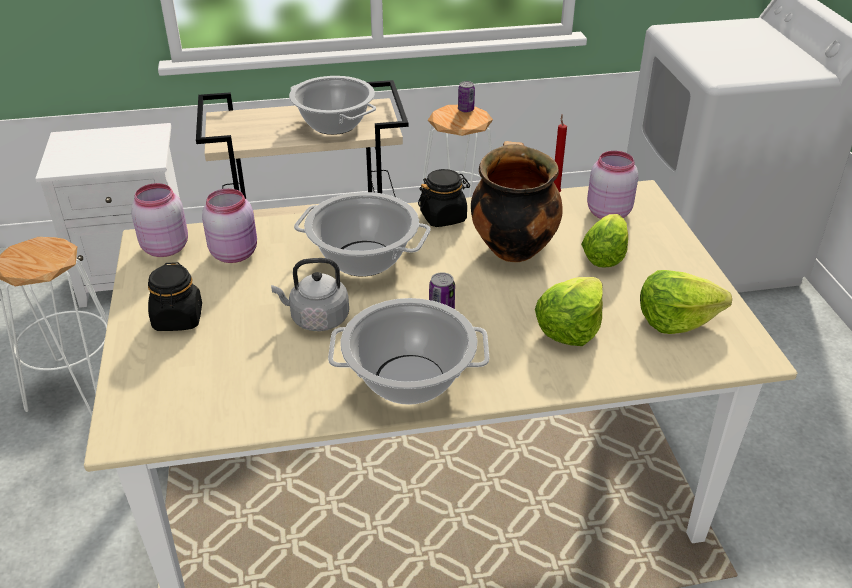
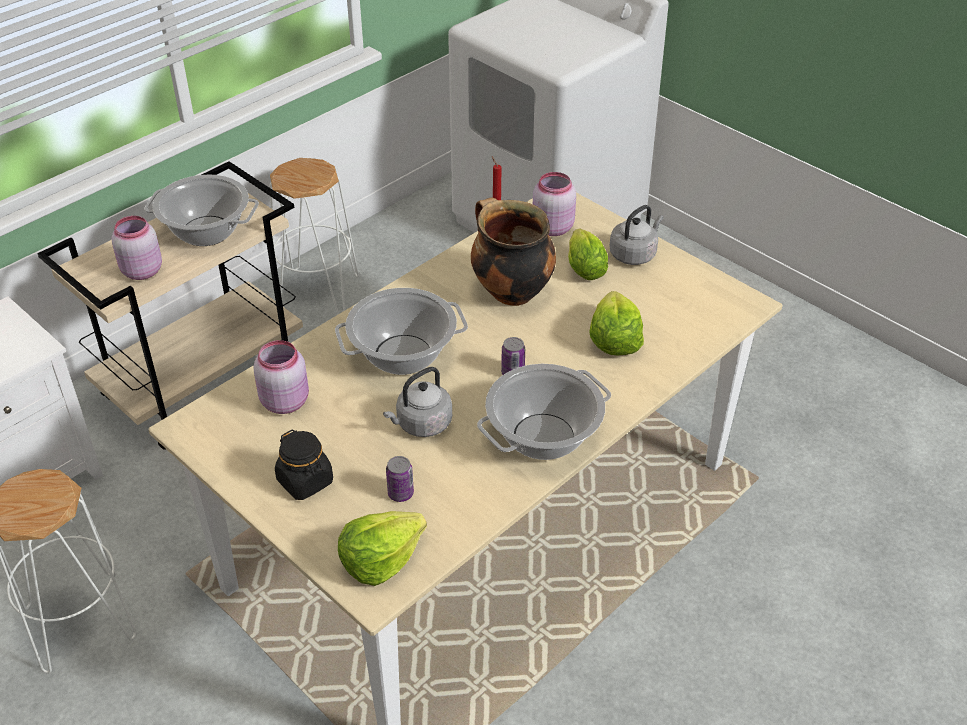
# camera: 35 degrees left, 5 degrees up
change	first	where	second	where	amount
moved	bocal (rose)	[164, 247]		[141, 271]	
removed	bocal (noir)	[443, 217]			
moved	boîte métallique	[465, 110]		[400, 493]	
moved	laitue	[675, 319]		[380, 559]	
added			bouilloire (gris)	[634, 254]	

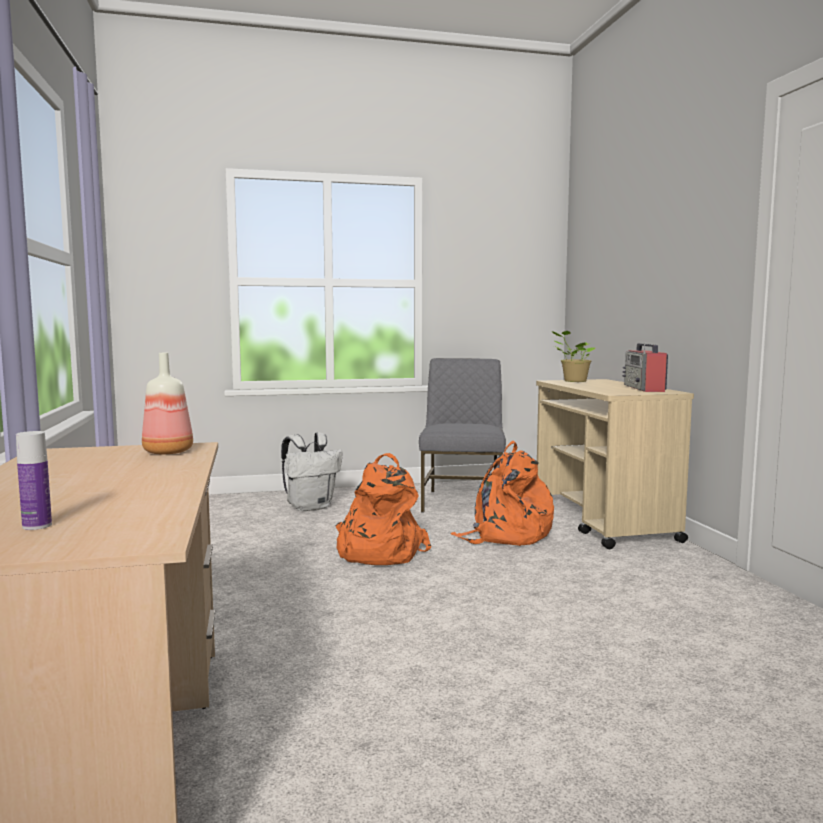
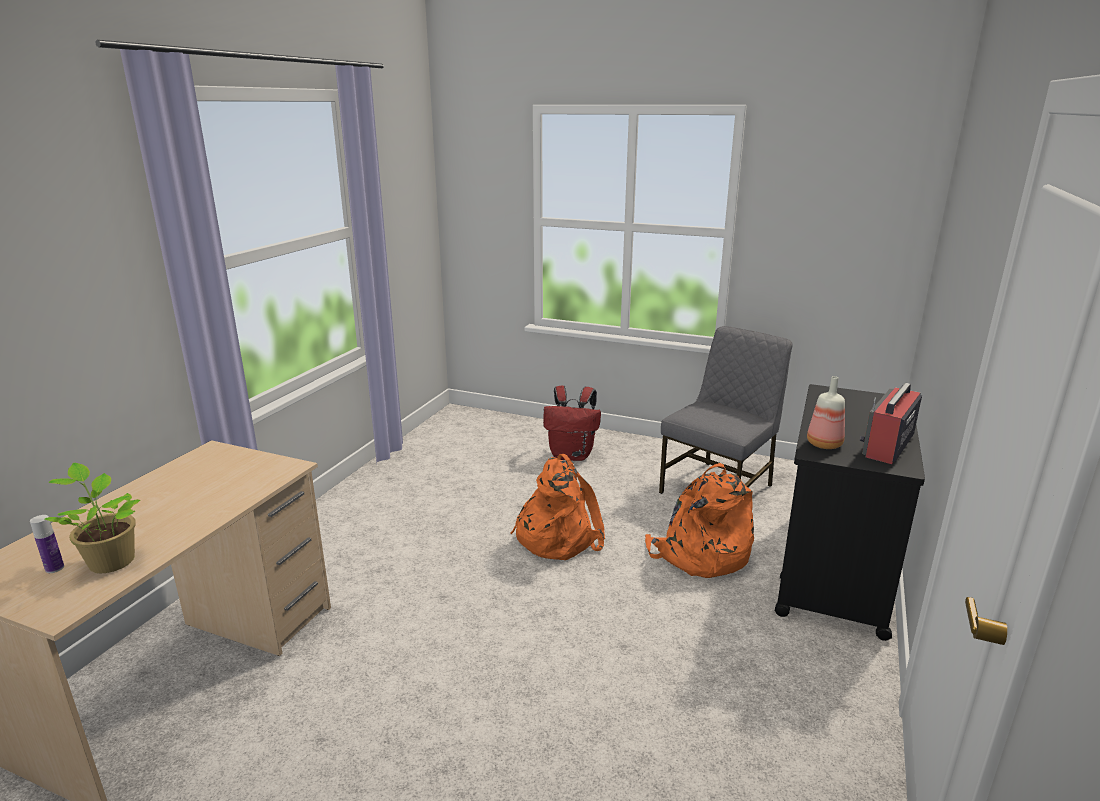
# camera: 35 degrees right, 15 degrees up
change	first	where	second	where	amount
moved	bouteille	[169, 452]		[825, 445]	
recoloured	sac à dos (blanc)	[310, 507]	sac à dos (rouge)	[572, 455]	
recoloured	chariot (beige)	[603, 522]	chariot (noir)	[833, 572]	
moved	plante en pot	[573, 381]		[110, 561]	

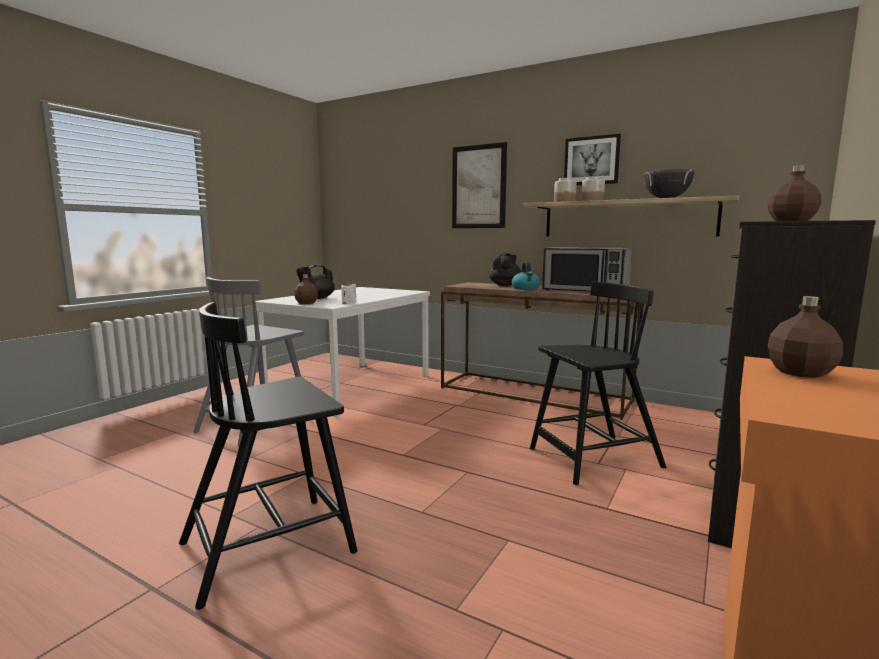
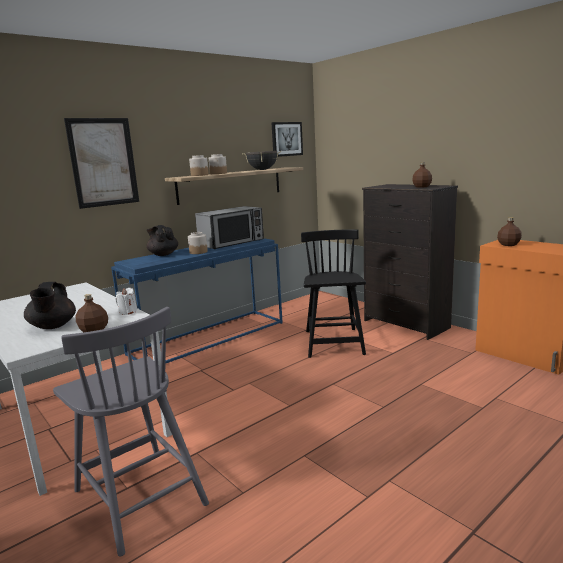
# camera: 70 degrees left, 5 degrees up
change	first	where	second	where	amount
removed	chaise (noir)	[271, 545]			
recoloured	table console (marron)	[535, 394]	table console (bleu)	[209, 337]	
replaced	bouilloire	[526, 288]	bocal	[198, 252]	
moved	tableau	[591, 161]		[286, 139]	

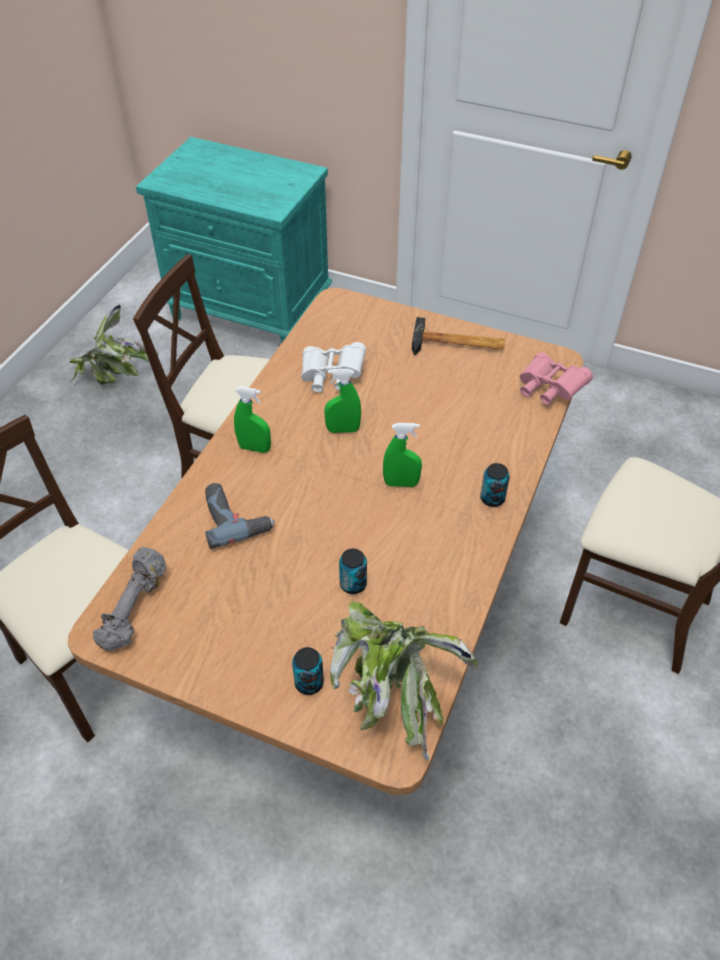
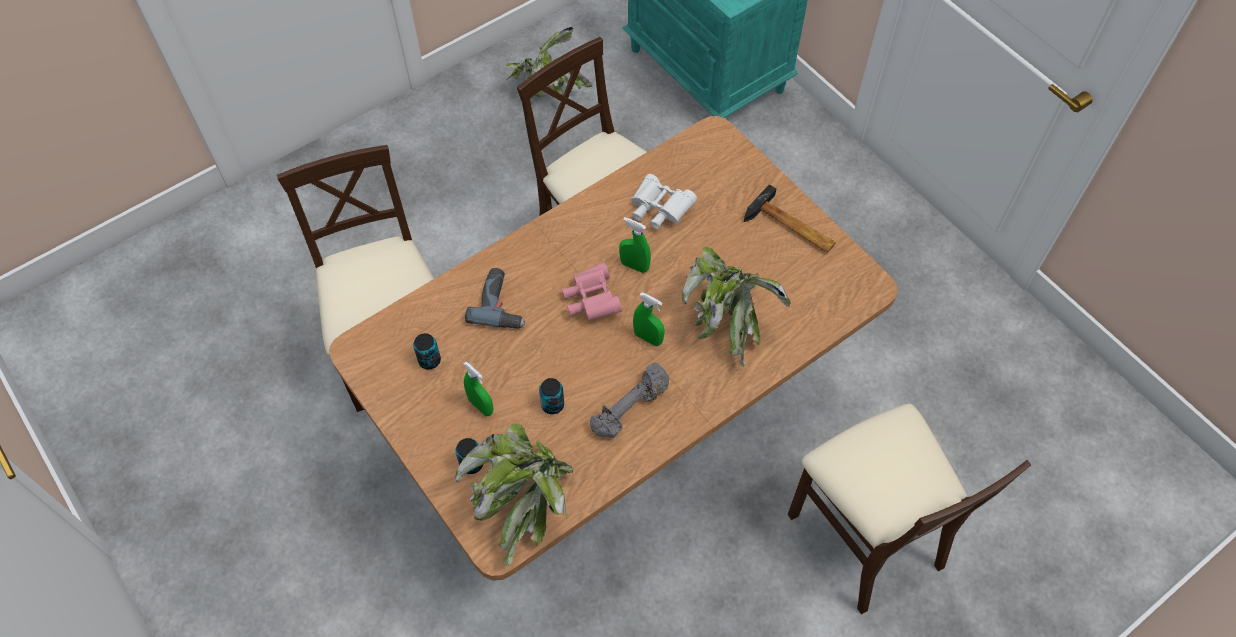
# camera: 30 degrees right, 10 degrees up
change	first	where	second	where	amount
moved	haltère (gris)	[135, 608]		[630, 408]	
moved	vaporisateur (vert)	[254, 448]		[481, 406]	
moved	boîte métallique	[492, 498]		[429, 360]	
moved	jumelles (rose)	[548, 389]		[591, 300]	
added			plante en pot	[726, 321]	

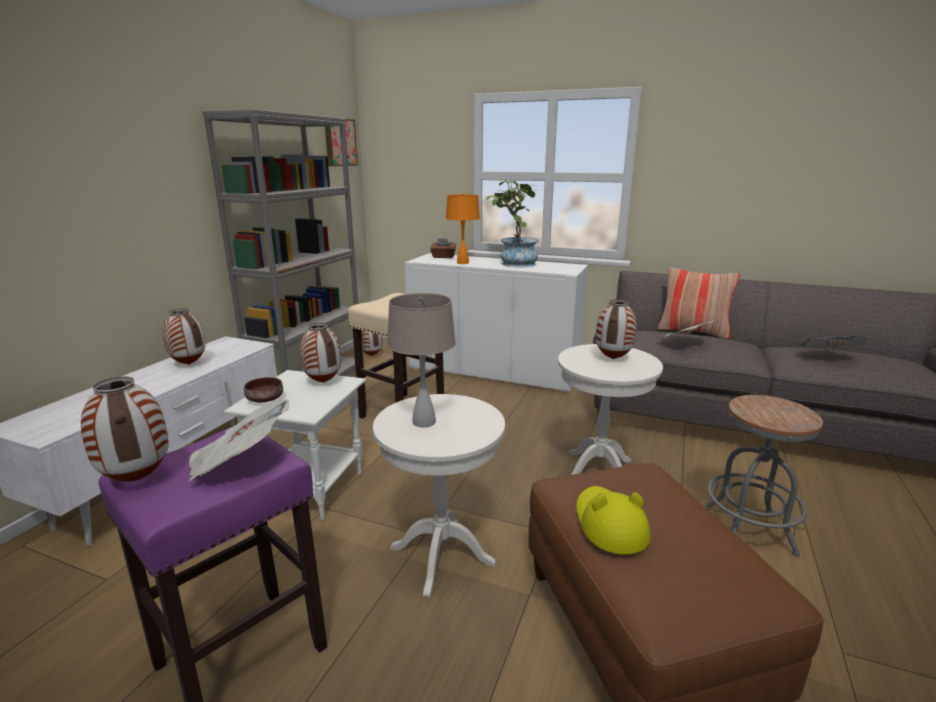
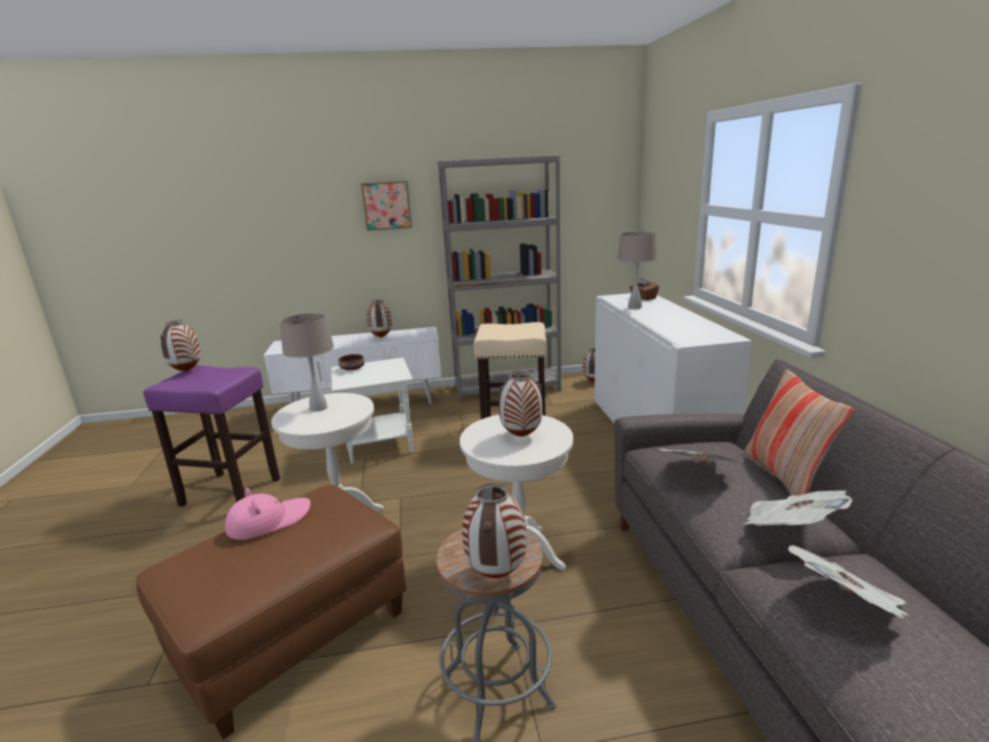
# camera: 60 degrees right, 0 degrees up
change	first	where	second	where	amount
moved	journal	[239, 462]		[789, 528]	
moved	vase	[322, 382]		[496, 574]	
moved	tableau	[339, 142]		[387, 205]	
recoloured	lampe de table (orange)	[463, 263]	lampe de table (beige)	[635, 307]	
removed	plante en pot	[513, 263]			
recoloured	chapeau (jaune)	[609, 524]	chapeau (rose)	[268, 521]	

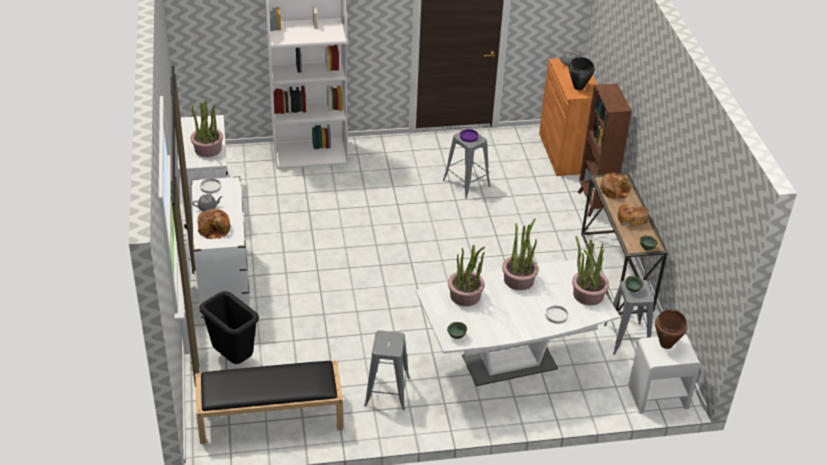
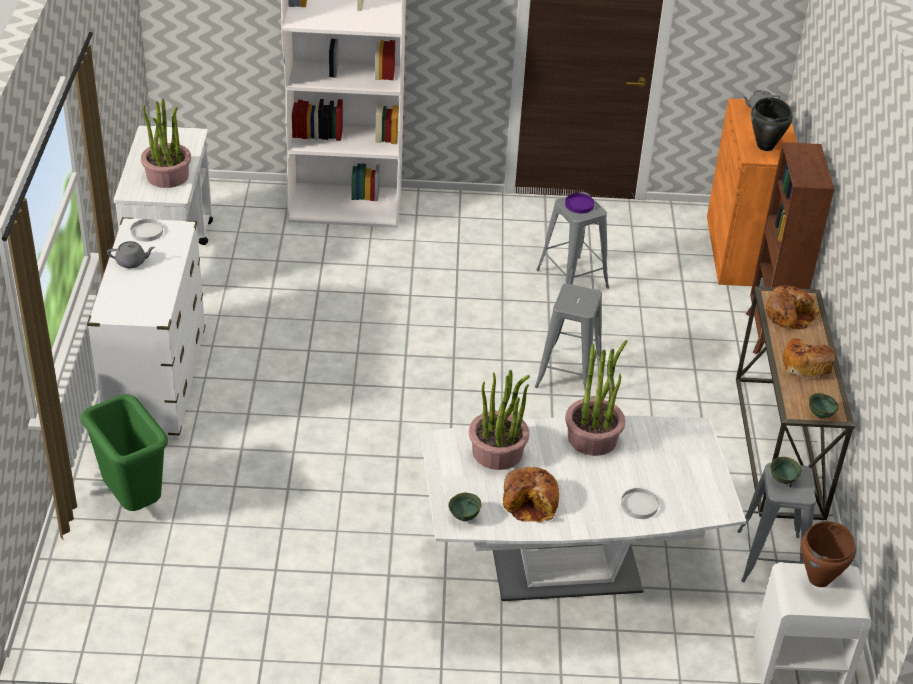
# camera: 10 degrees right, 0 degrees up
change	first	where	second	where	amount
removed	banc (noir)	[269, 417]			
moved	pain	[215, 229]		[531, 502]	
recoloured	poubelle (noir)	[233, 359]	poubelle (vert)	[134, 502]	
moved	tabouret (gris)	[387, 391]		[568, 374]	
removed	plante en pot	[588, 294]			

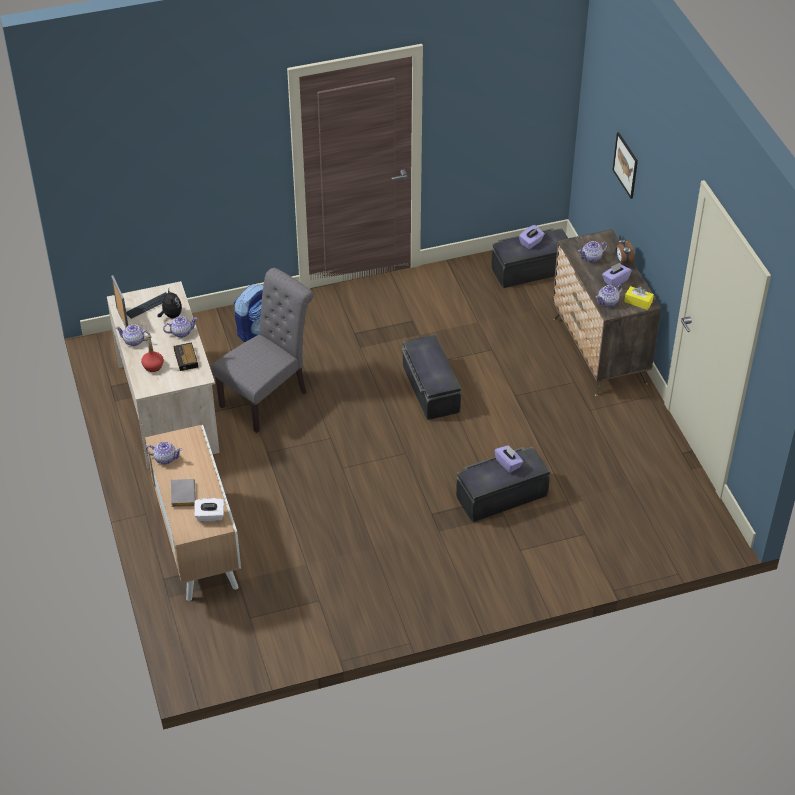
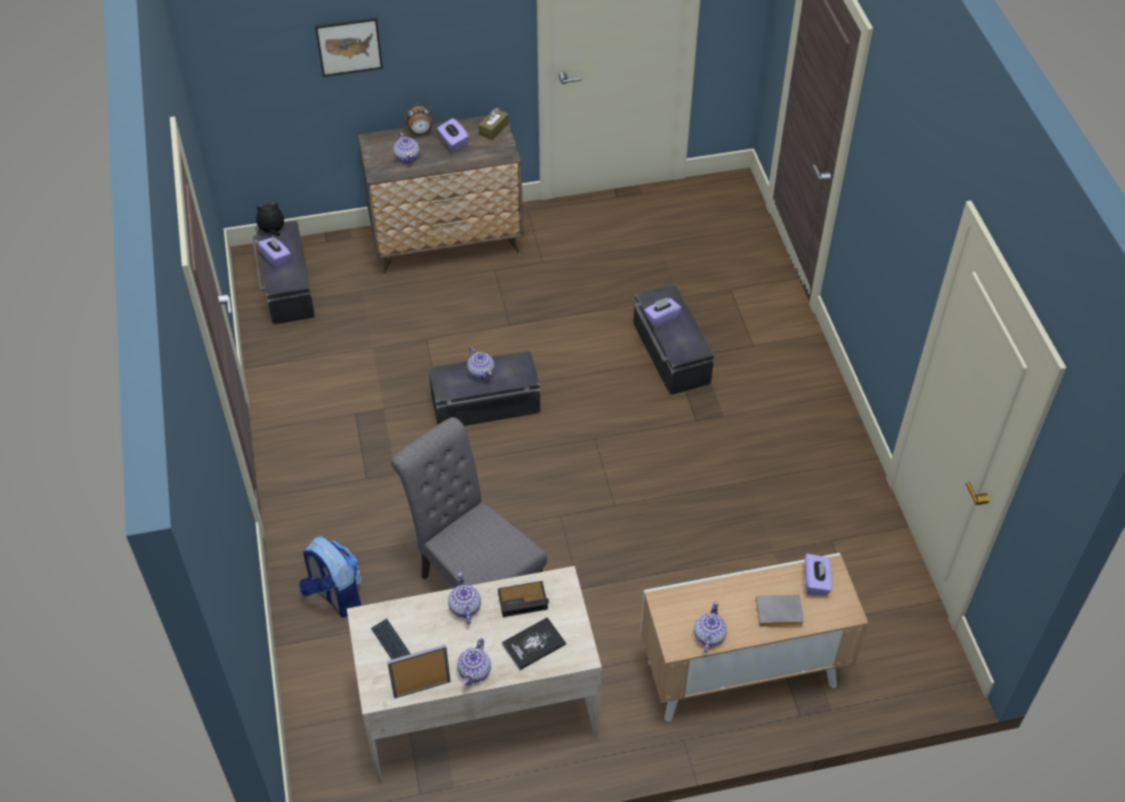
# camera: 85 degrees left, 5 degrees up
change	first	where	second	where	amount
replaced	bouteille (rouge)	[153, 366]	livre	[533, 644]	
moved	peluche	[171, 315]		[272, 231]	
recoloured	boîte à mouchoirs (blanc)	[210, 516]	boîte à mouchoirs (violet)	[816, 582]	
moved	théière	[608, 302]		[481, 372]	
recoloured	boîte à mouchoirs (jaune)	[638, 302]	boîte à mouchoirs (marron)	[493, 129]	

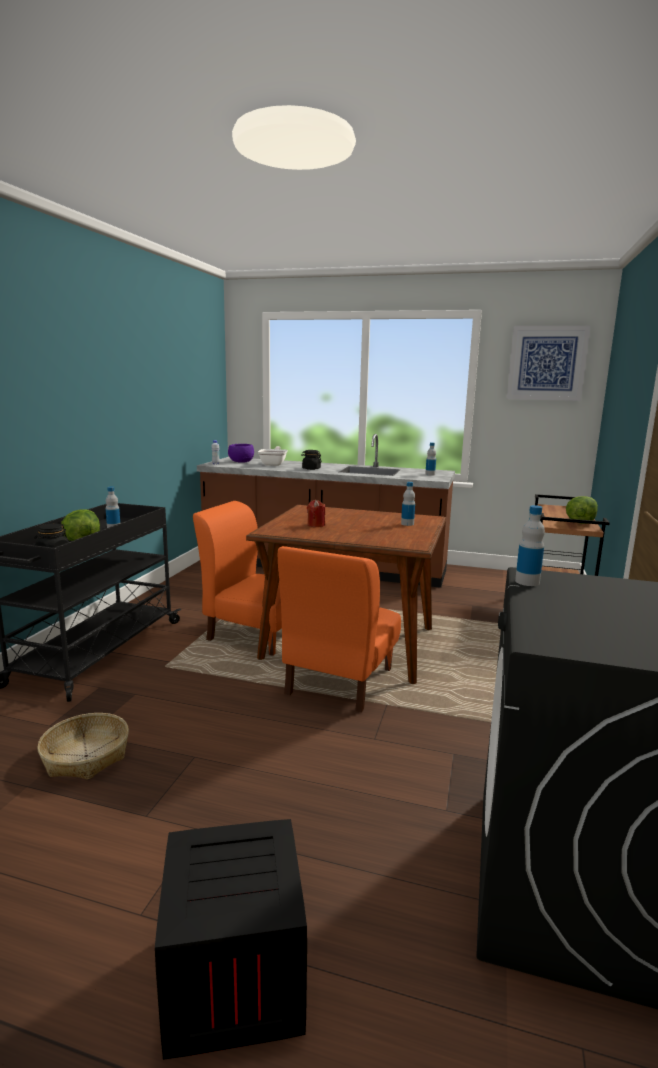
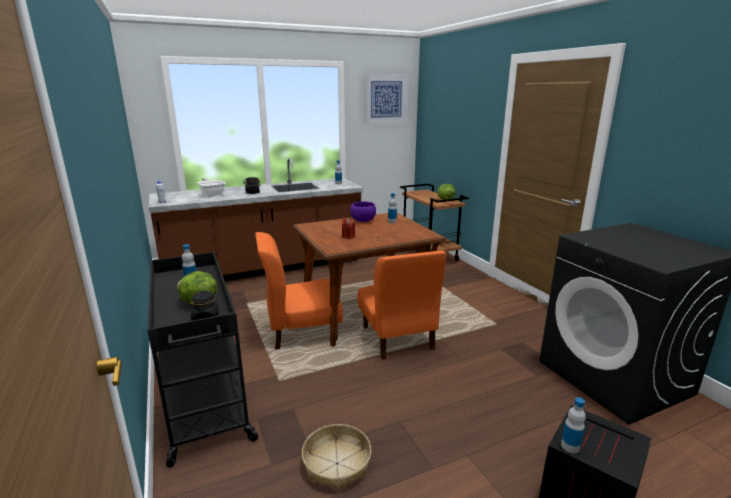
# camera: 40 degrees left, 5 degrees up
change	first	where	second	where	amount
moved	bol (violet)	[240, 462]		[363, 220]	
moved	bouteille	[527, 582]		[570, 446]	

